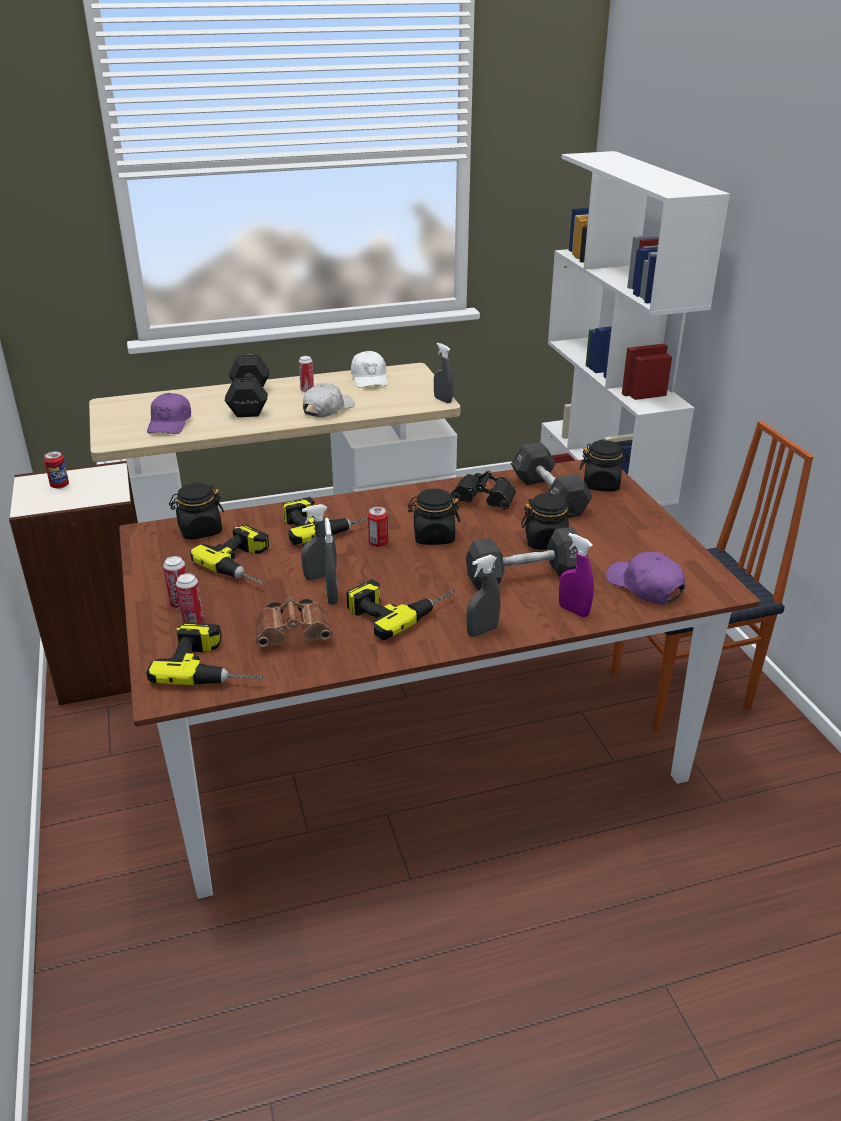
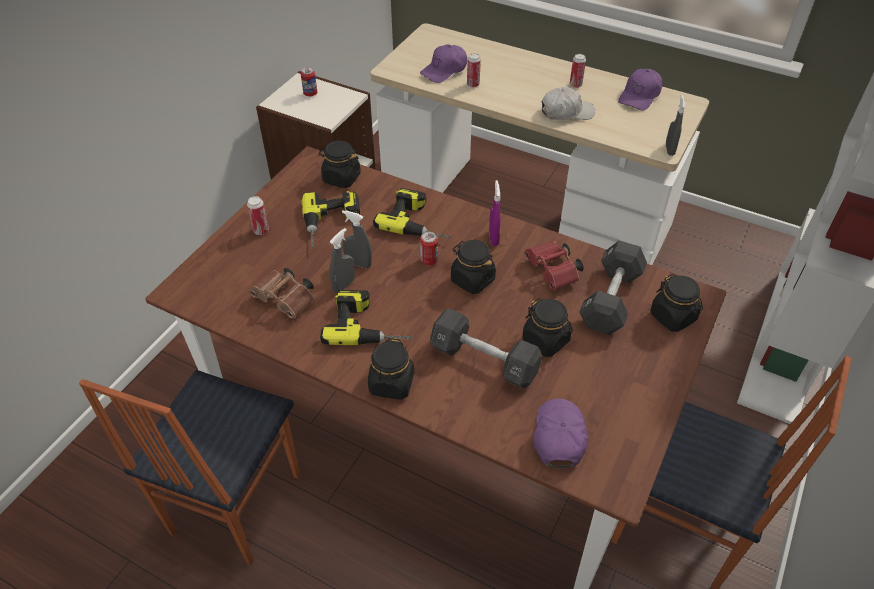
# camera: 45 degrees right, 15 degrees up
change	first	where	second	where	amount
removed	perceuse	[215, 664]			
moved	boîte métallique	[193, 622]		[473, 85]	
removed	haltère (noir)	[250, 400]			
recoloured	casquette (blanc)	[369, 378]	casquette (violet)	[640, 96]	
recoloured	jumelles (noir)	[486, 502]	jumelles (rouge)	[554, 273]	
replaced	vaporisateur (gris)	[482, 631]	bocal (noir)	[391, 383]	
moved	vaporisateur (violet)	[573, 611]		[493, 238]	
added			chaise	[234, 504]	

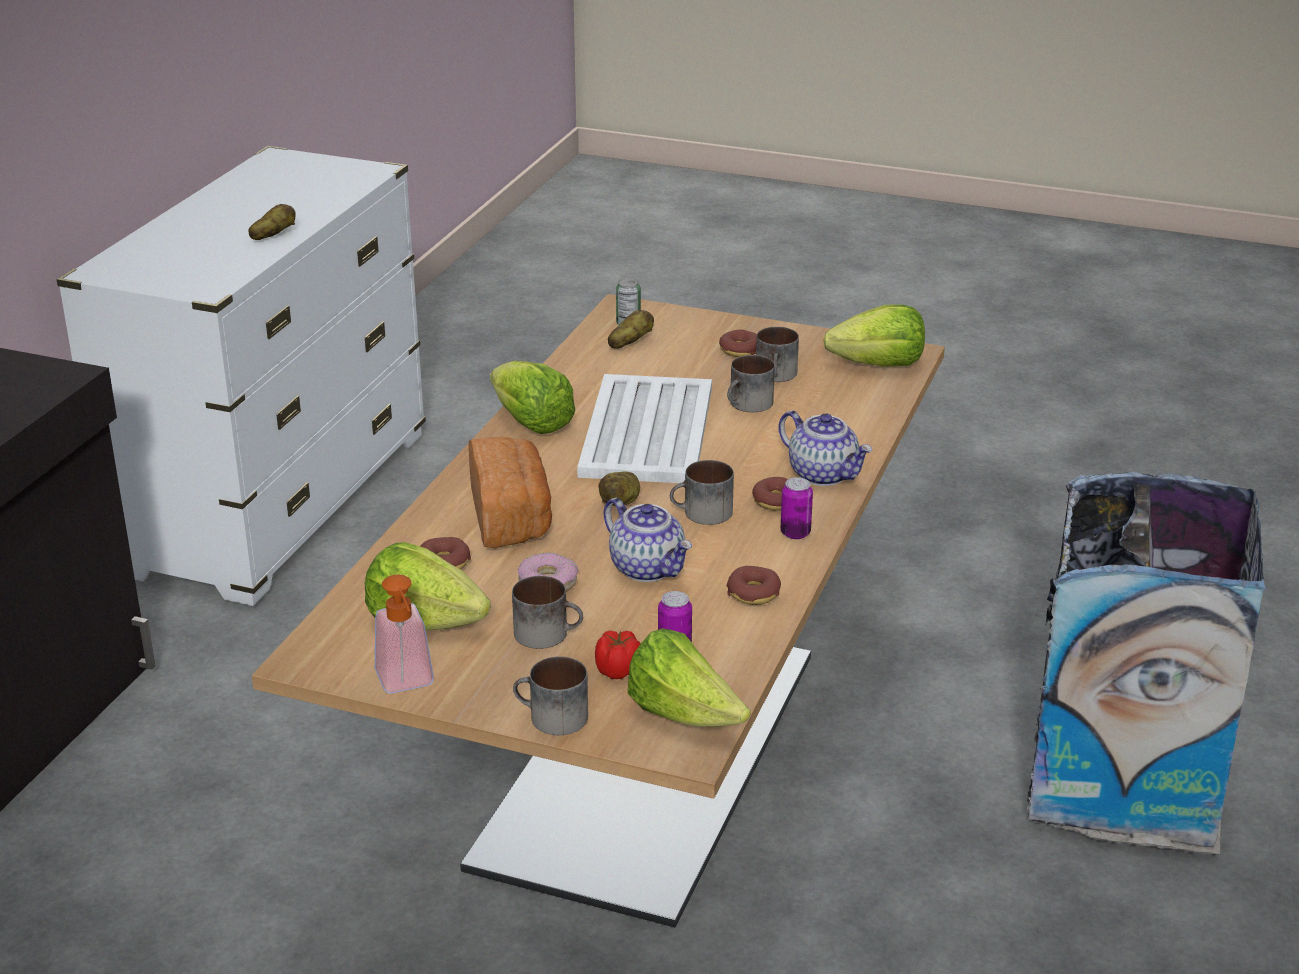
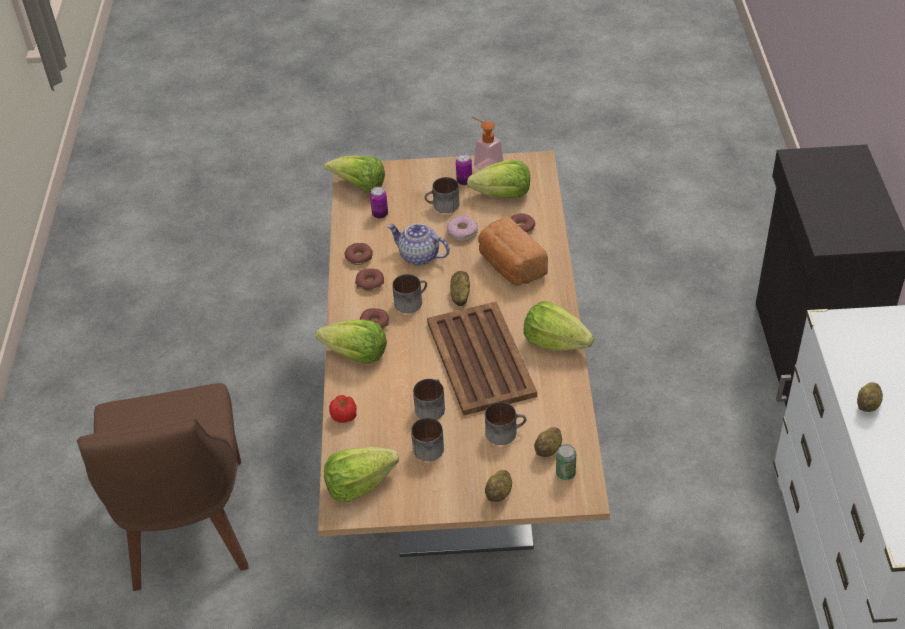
# camera: 160 degrees right, 15 degrees up
change	first	where	second	where	amount
moved	mug	[551, 718]		[505, 431]	
recoloured	plateau (blanc)	[648, 430]	plateau (marron)	[480, 360]	
moved	tomate	[618, 670]		[344, 416]	
moved	beignet	[740, 350]		[370, 283]	
replaced	théière	[824, 474]	laitue	[356, 355]	
moved	boîte métallique	[795, 533]		[464, 181]	
replaced	poubelle	[1122, 774]	chaise (marron)	[187, 530]	
added			pomme de terre	[499, 493]	

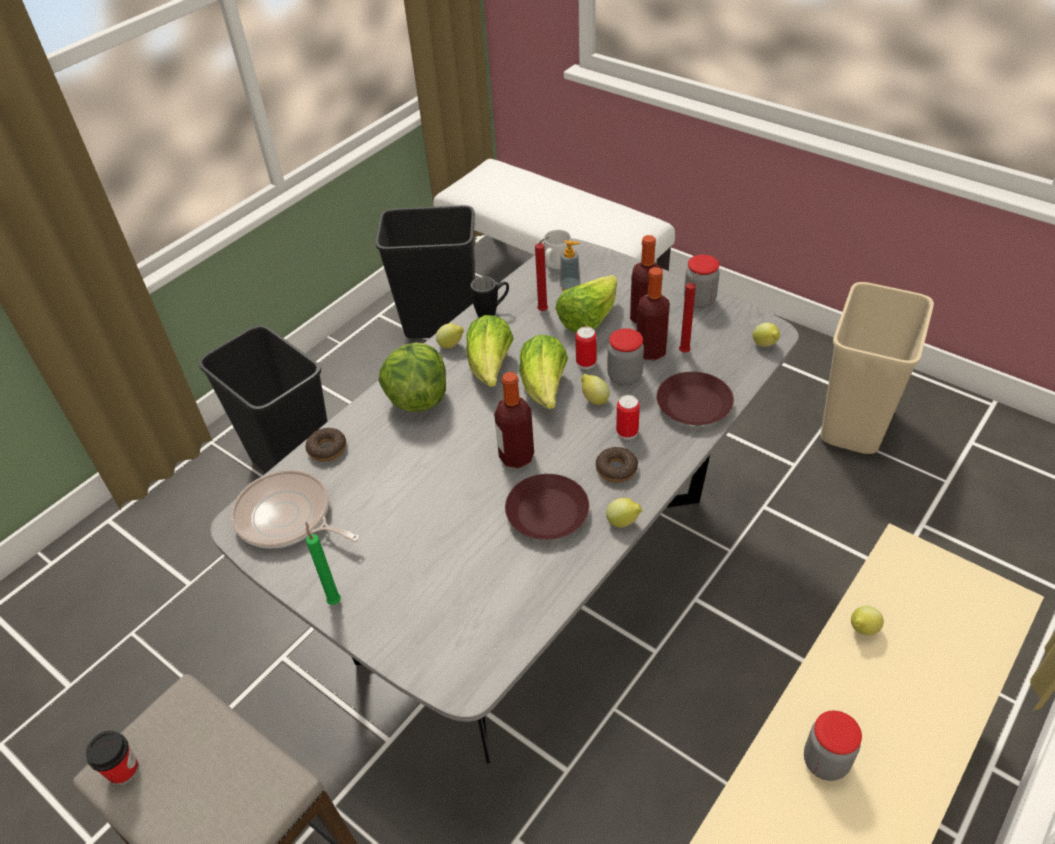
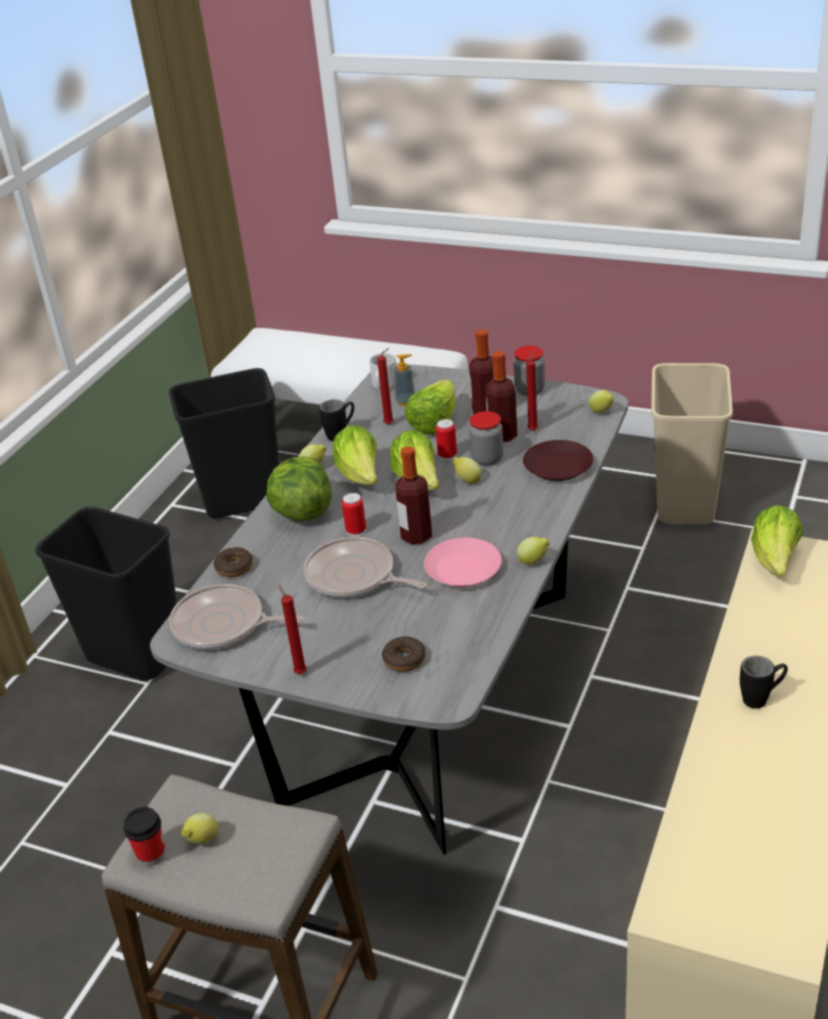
# camera: 15 degrees left, 10 degrees down
change	first	where	second	where	amount
recoloured	bougie (vert)	[334, 600]	bougie (rouge)	[299, 672]	
recoloured	assiette (marron)	[547, 513]	assiette (rose)	[463, 570]	
moved	beignet	[616, 469]		[404, 659]	
moved	boîte métallique	[627, 432]		[356, 530]	
replaced	bocal	[825, 761]	mug (noir)	[761, 698]	
moved	citron	[862, 630]		[202, 840]	
added			poêle	[354, 576]	
added			laitue	[775, 561]	

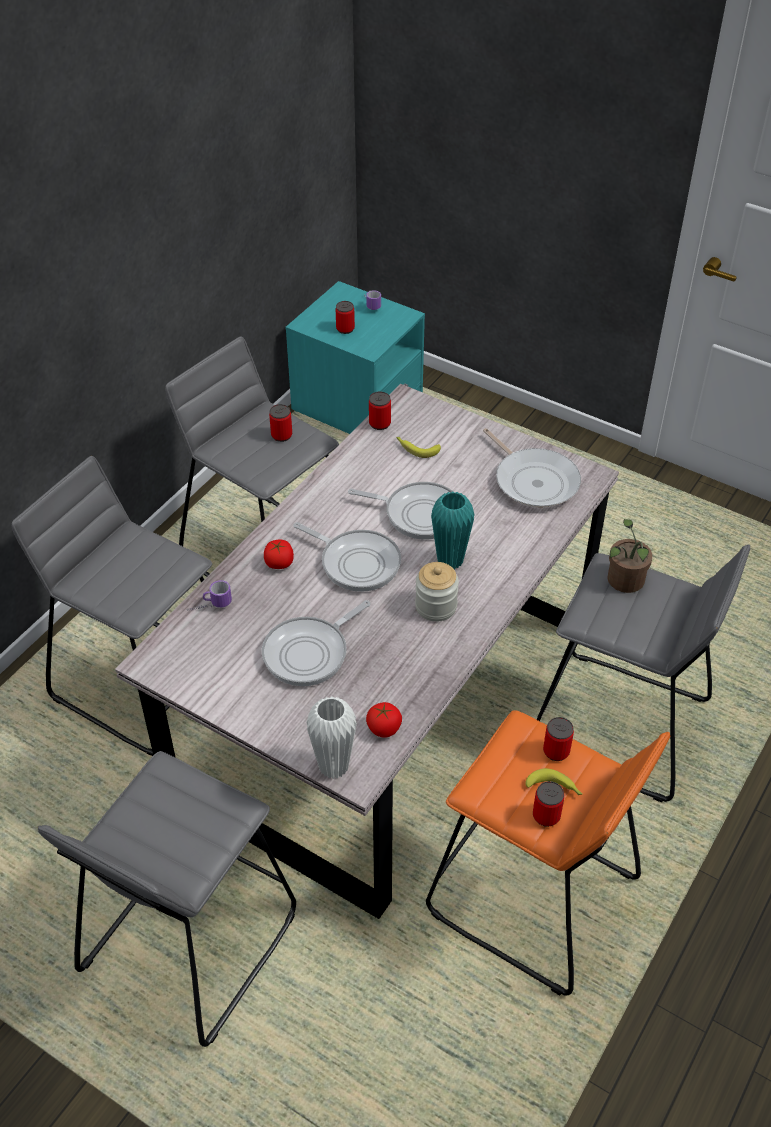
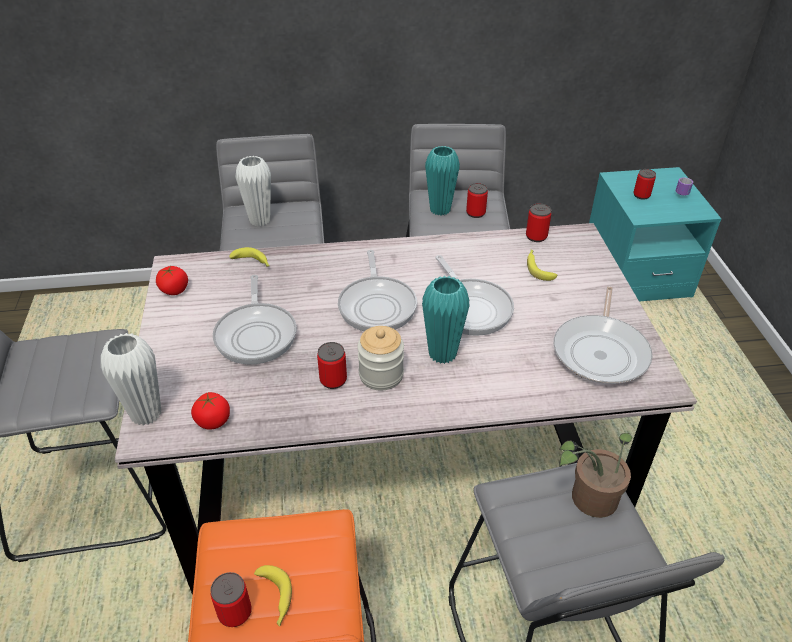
# camera: 50 degrees right, 5 degrees down
change	first	where	second	where	amount
replaced	mug	[209, 606]	banane	[252, 262]	
turned	poêle	[310, 653]		[256, 334]	105 degrees counterclockwise
moved	tomate	[279, 563]		[174, 290]	
moved	boîte métallique	[556, 751]		[333, 380]	
added			vase (blanc)	[260, 220]	
added			vase (turquoise)	[440, 210]	

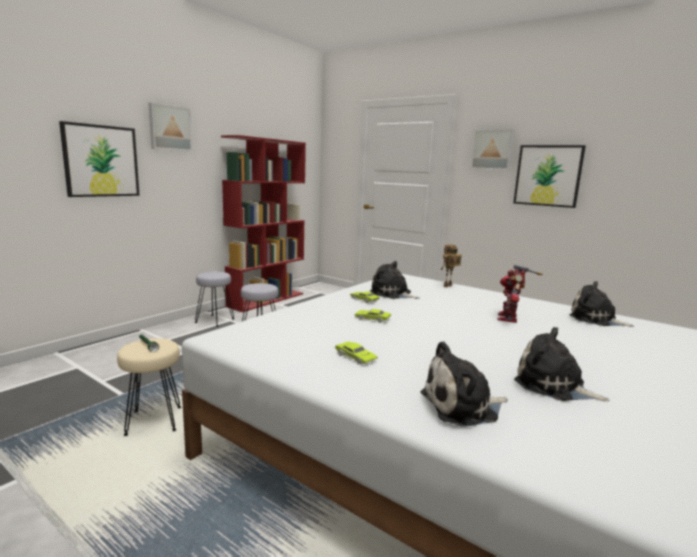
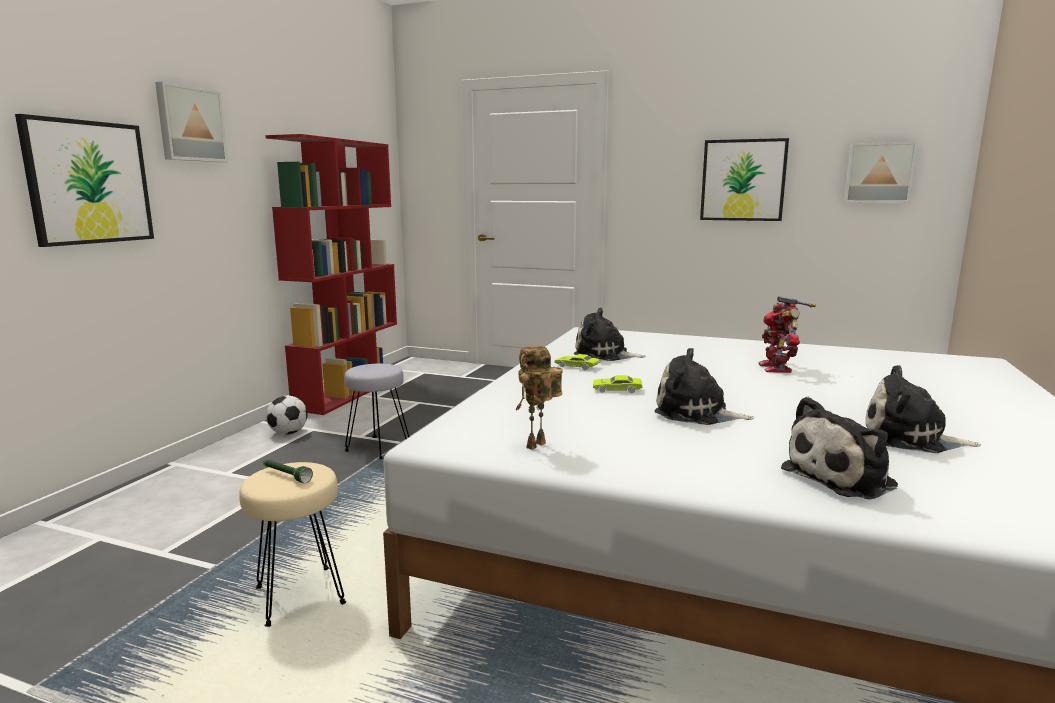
# camera: 15 degrees left, 0 degrees up
change	first	where	second	where	amount
replaced	tabouret (gris)	[215, 320]	ballon de foot	[288, 433]	
removed	petite voiture (vert)	[355, 357]			
moved	robot jouet	[448, 286]		[537, 446]	
moved	tableau	[492, 150]		[879, 173]	
moved	peluche	[596, 319]		[696, 413]	

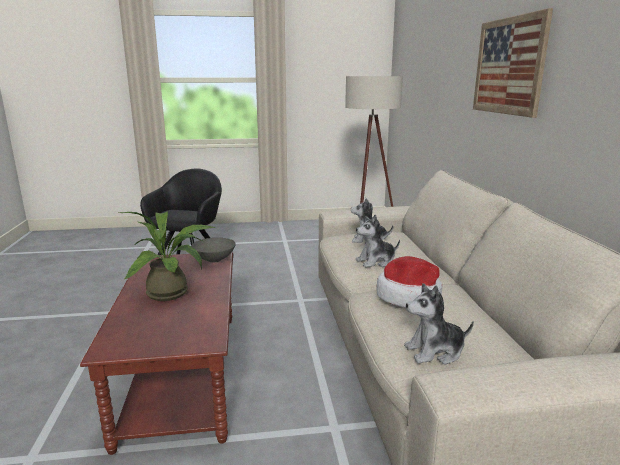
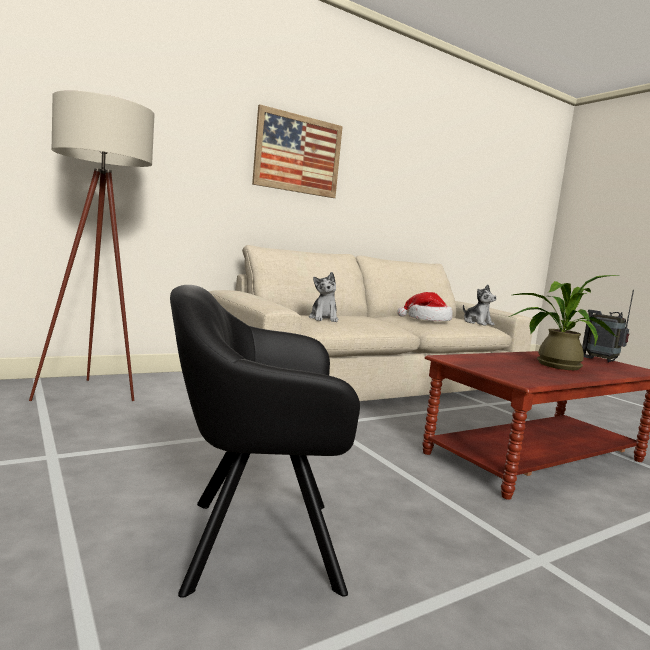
# camera: 115 degrees left, 10 degrees down
change	first	where	second	where	amount
removed	bol (gris)	[213, 260]			
removed	peluche	[376, 261]			
added			radio	[601, 361]	

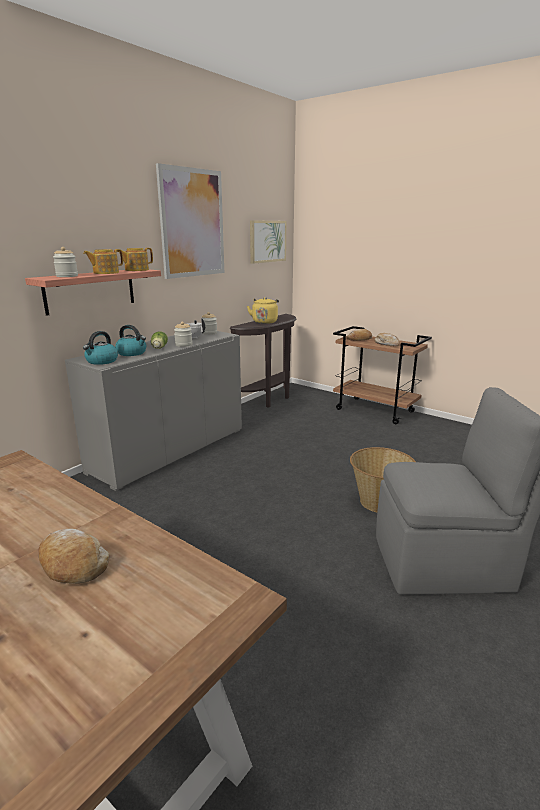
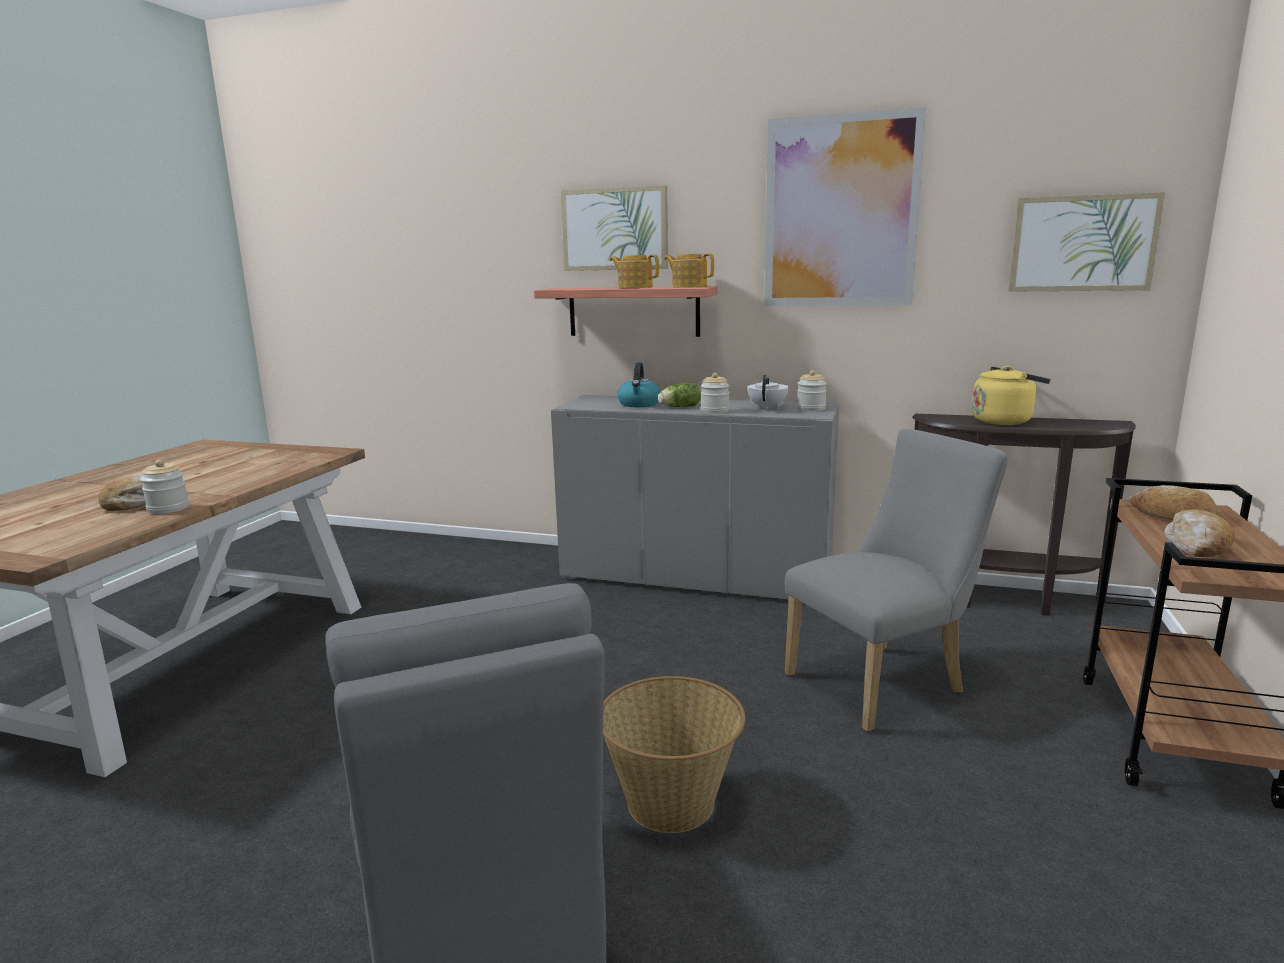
# camera: 70 degrees right, 5 degrees down
change	first	where	second	where	amount
moved	bocal	[67, 276]		[168, 509]	
removed	bouilloire	[102, 361]			
added			tableau	[615, 229]	
added			chaise (gris)	[884, 681]	

